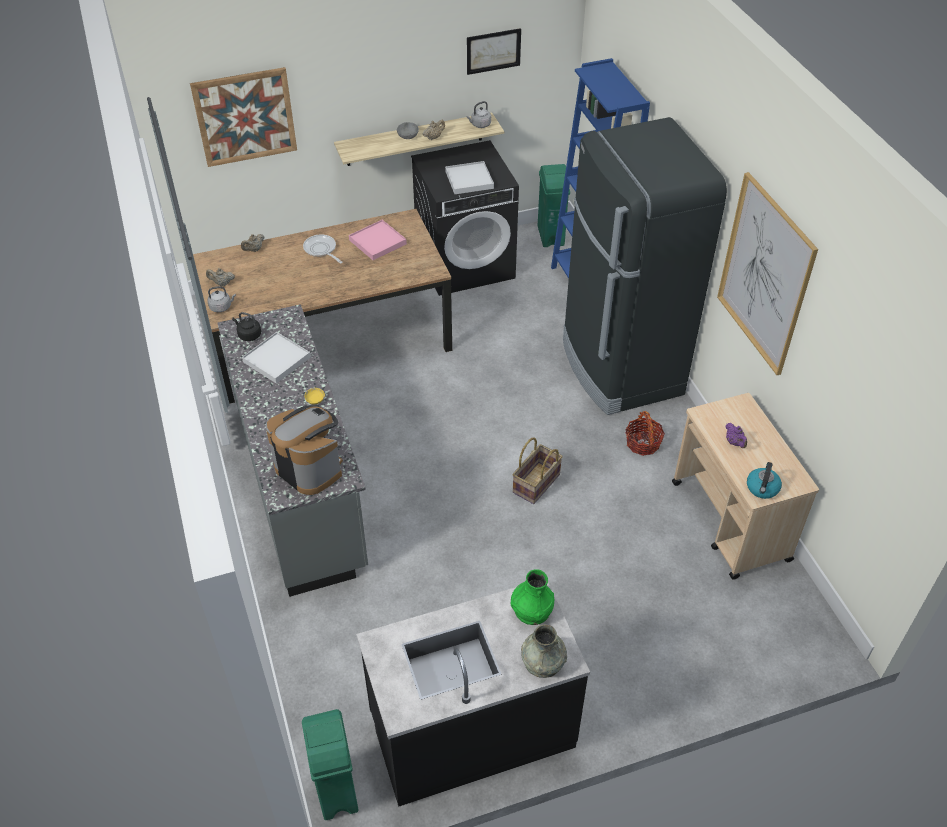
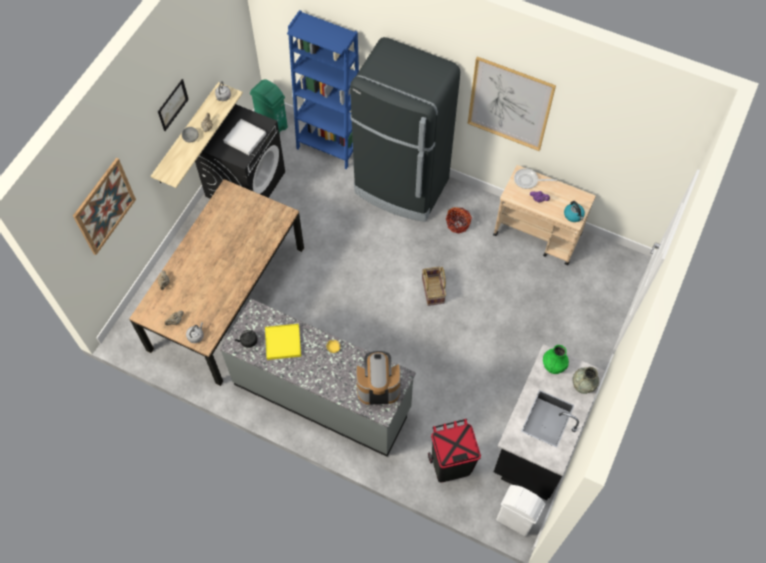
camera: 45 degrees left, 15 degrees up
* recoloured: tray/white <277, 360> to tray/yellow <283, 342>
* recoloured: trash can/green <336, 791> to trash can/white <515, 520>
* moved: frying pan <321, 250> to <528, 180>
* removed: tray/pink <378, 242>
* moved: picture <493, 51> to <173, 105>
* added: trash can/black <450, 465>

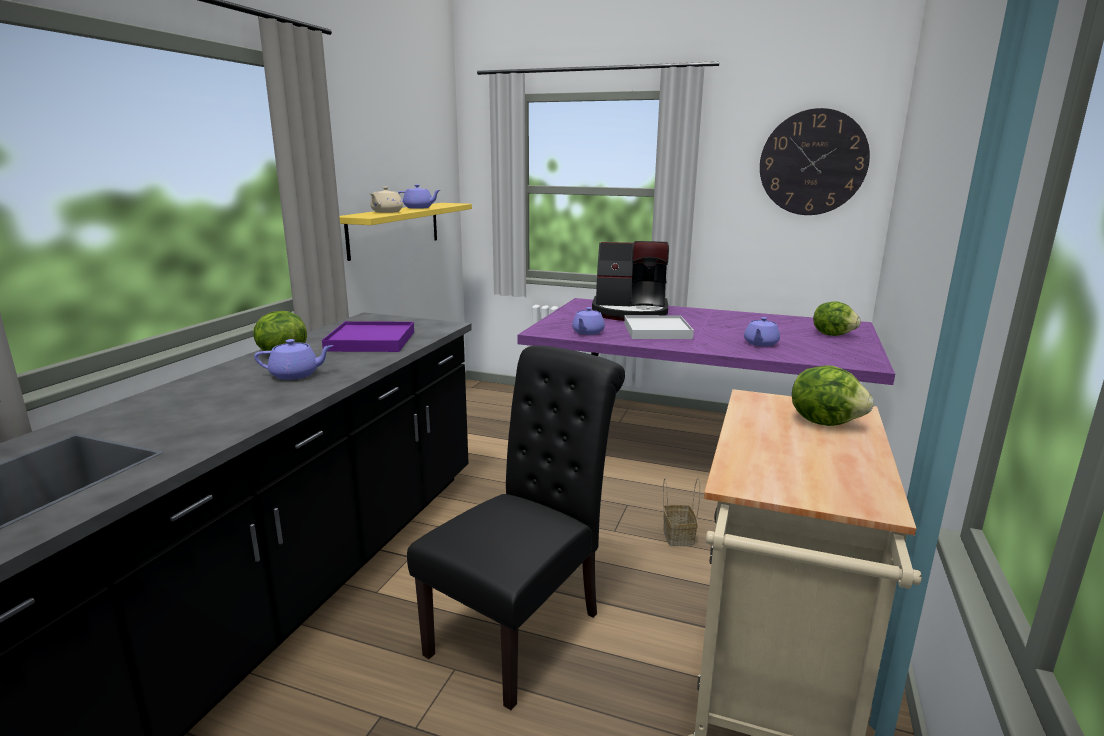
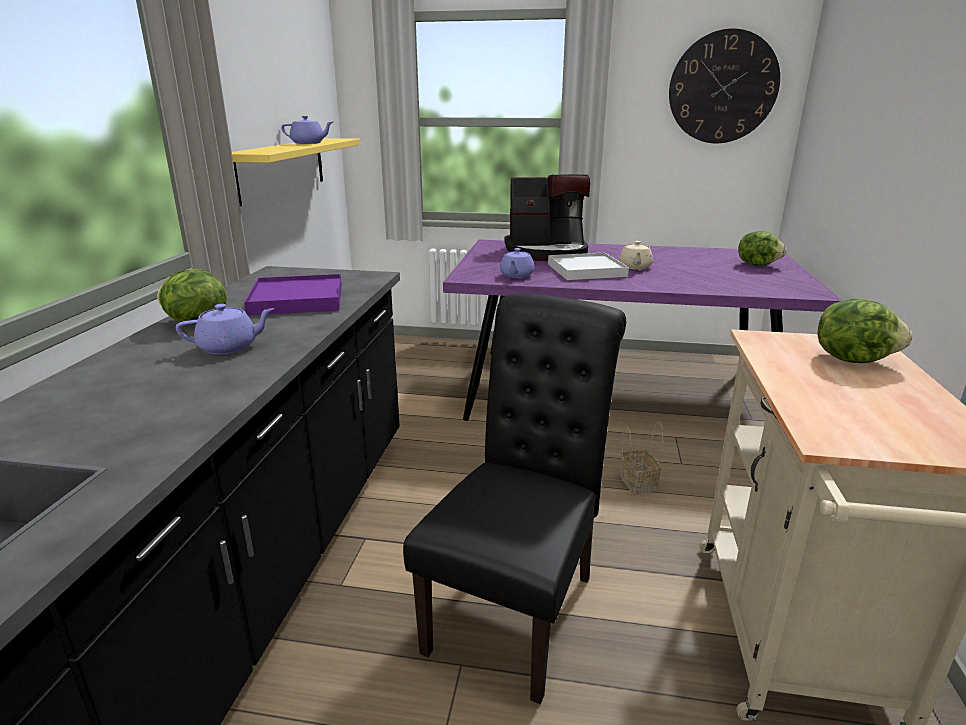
camera: 10 degrees left, 5 degrees up
* moved: teapot/beige <386, 212> to <635, 267>
* removed: teapot/purple <760, 343>

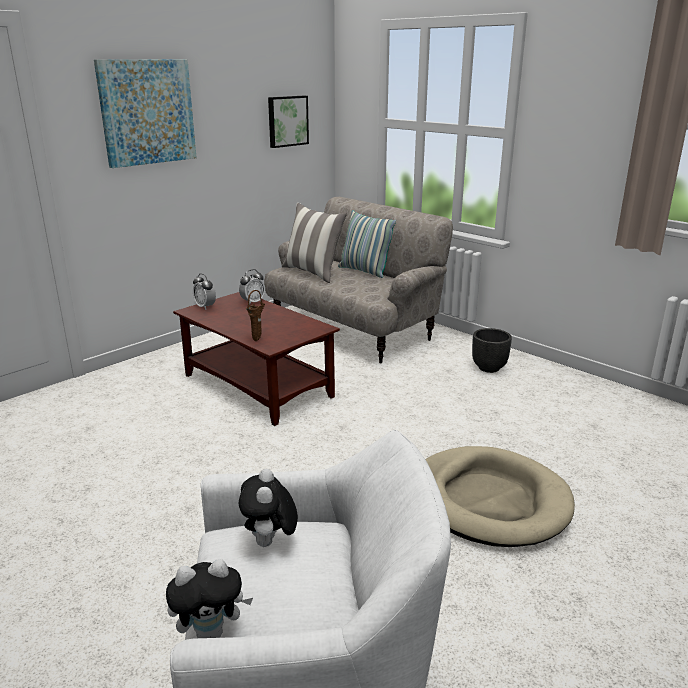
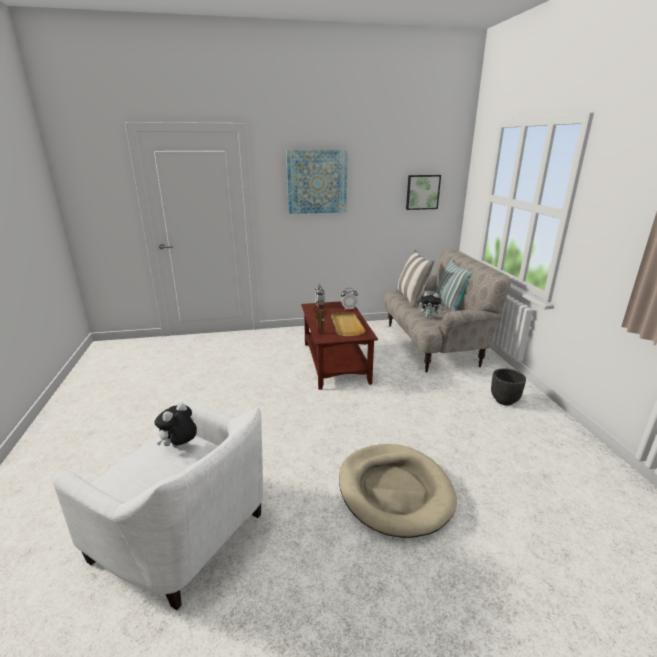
camera: 35 degrees right, 0 degrees up
* moved: plush toy <211, 631> to <429, 317>
* added: tray/beige <346, 325>

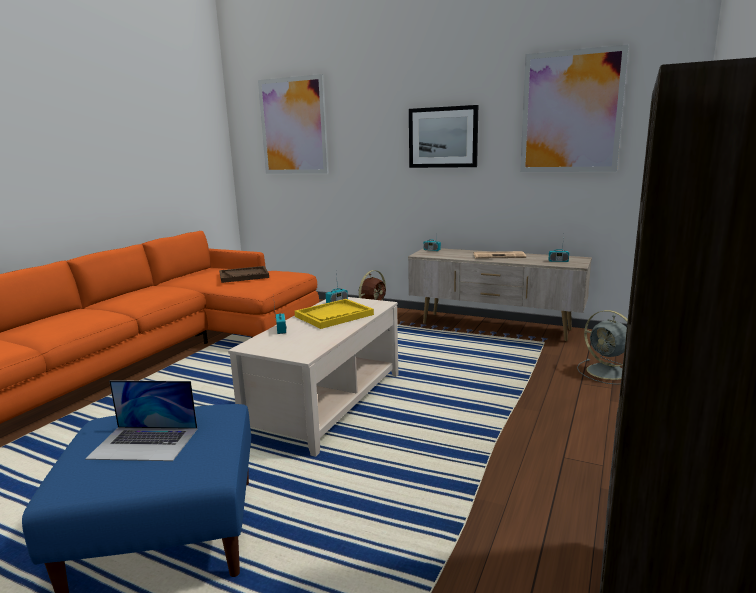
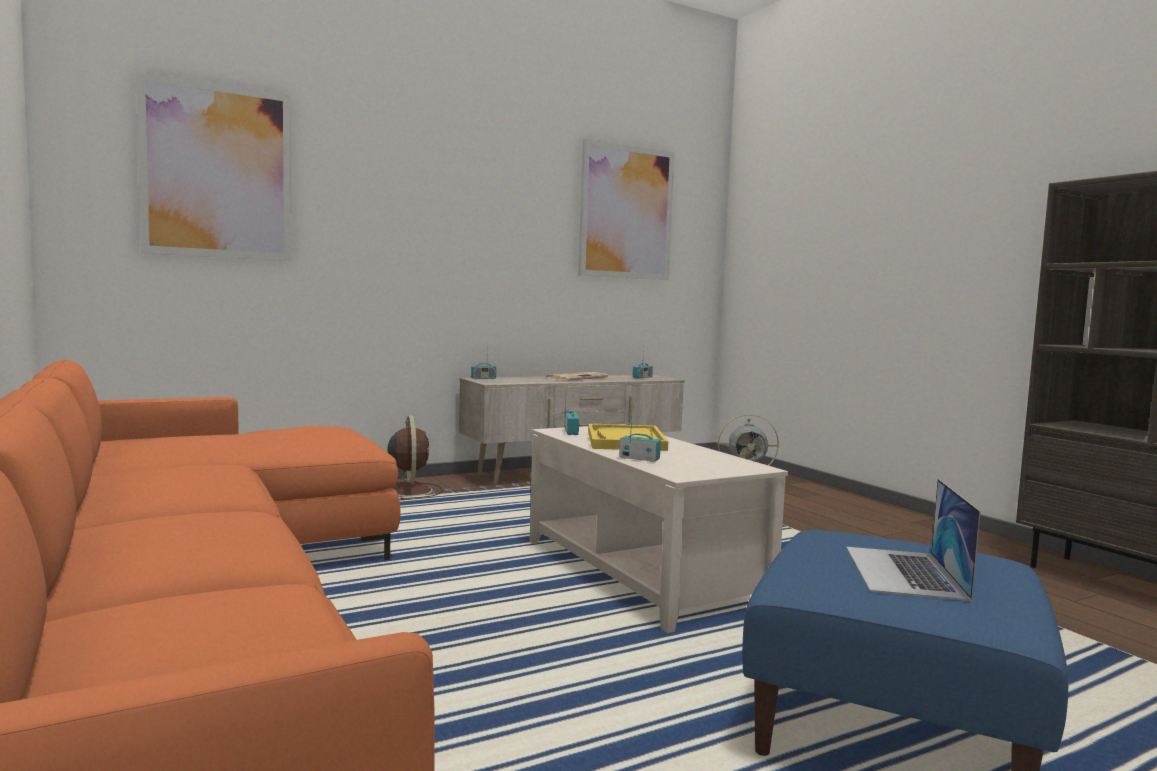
camera: 55 degrees left, 10 degrees down
* turned: laptop <144, 443> = <904, 572> 150 degrees clockwise
* removed: tray/brown <244, 276>
* removed: picture <443, 137>

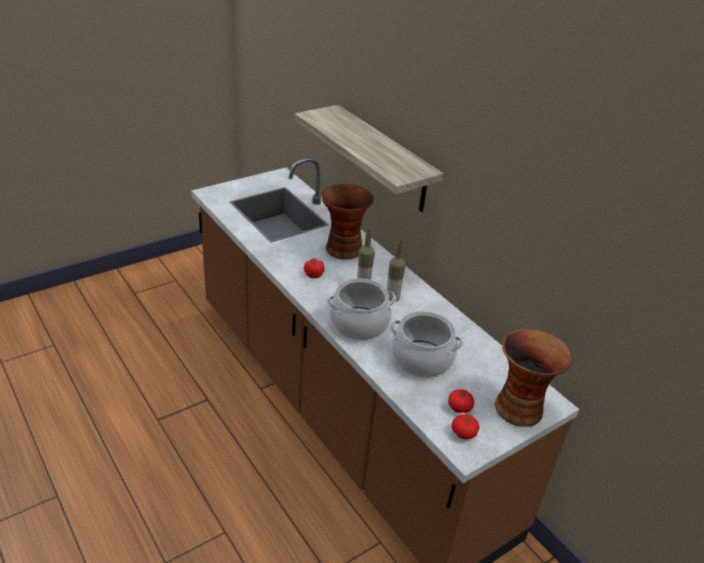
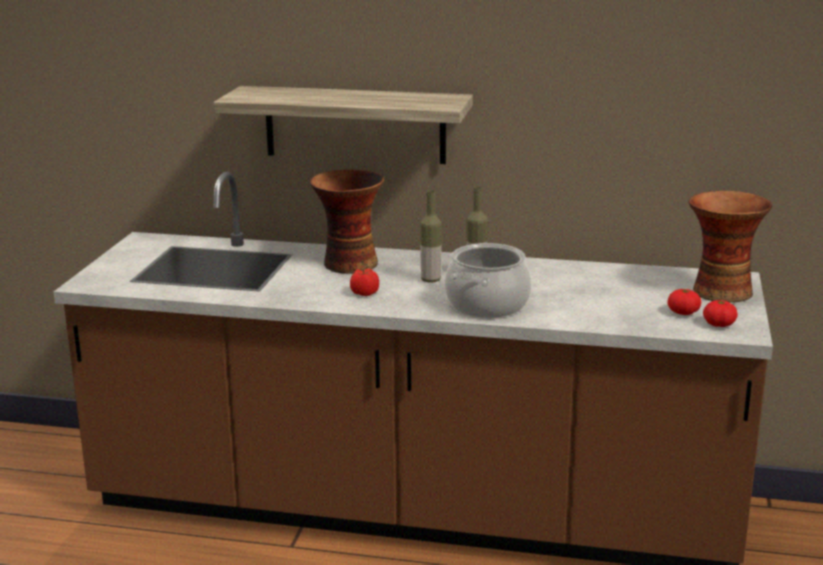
camera: 40 degrees left, 15 degrees down
* removed: cooking pot <421, 359>

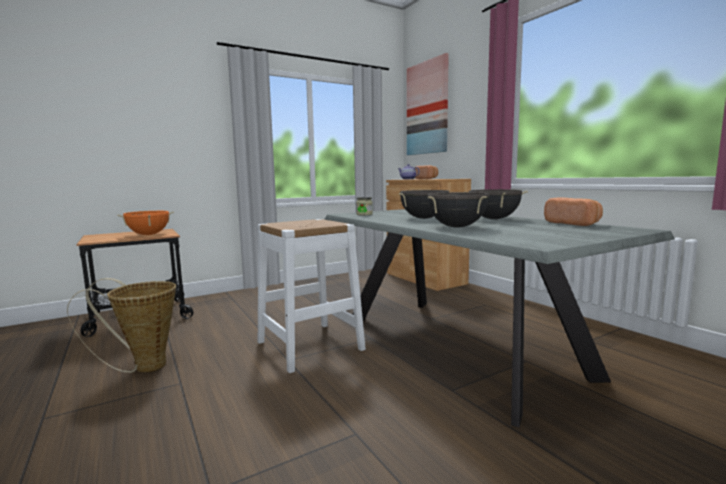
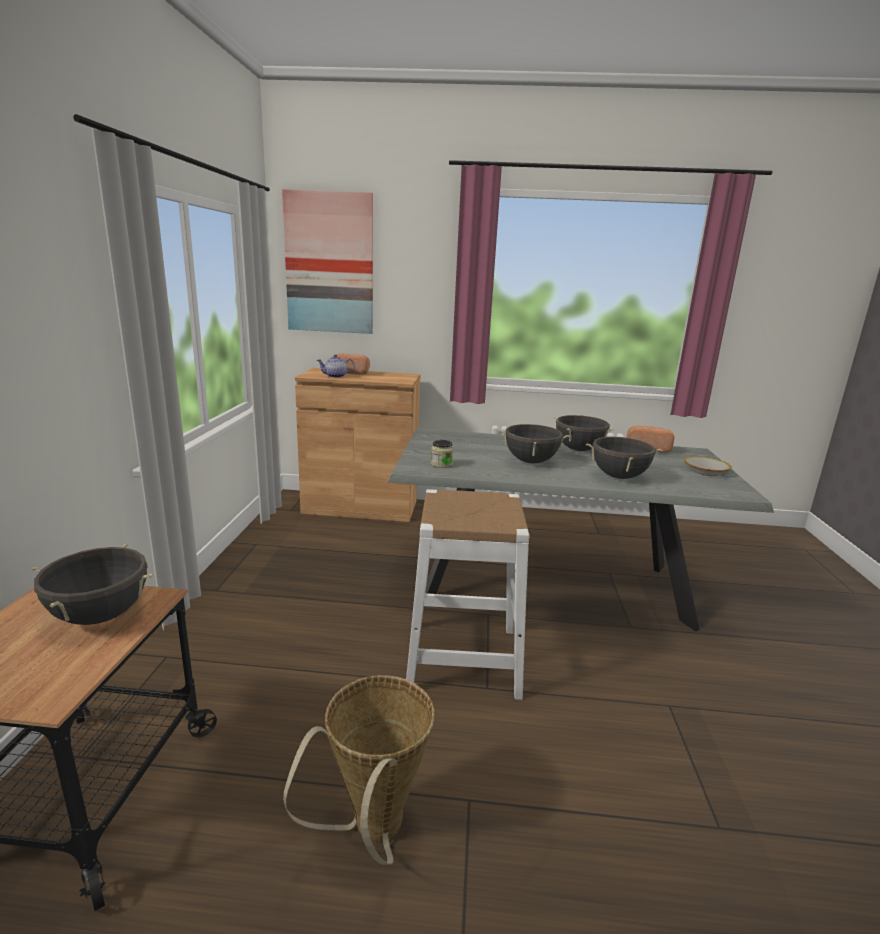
camera: 55 degrees left, 10 degrees up
* recoloured: cooking pot/orange <148, 234> to cooking pot/black <101, 616>
* added: bowl <705, 471>

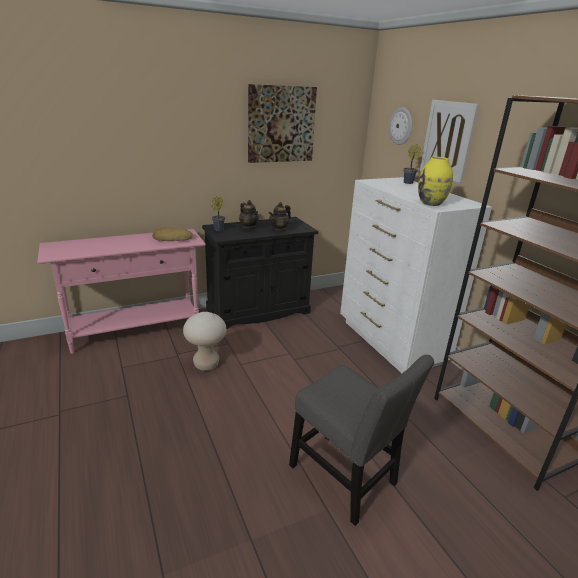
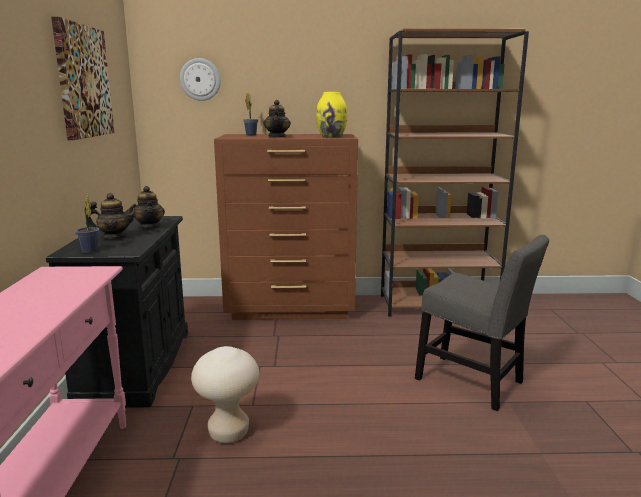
camera: 65 degrees left, 10 degrees down
* removed: bread <172, 238>
* turned: chair/grey <346, 479> = <473, 383> 60 degrees clockwise
* recoloured: dresser/white <390, 342> to dresser/brown <291, 309>
* removed: picture <447, 140>
* added: teapot <277, 137>

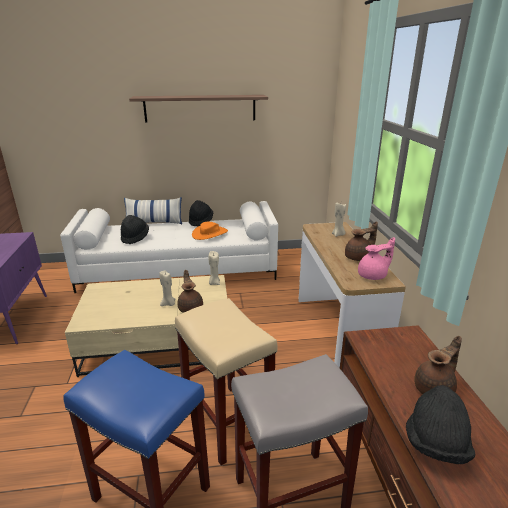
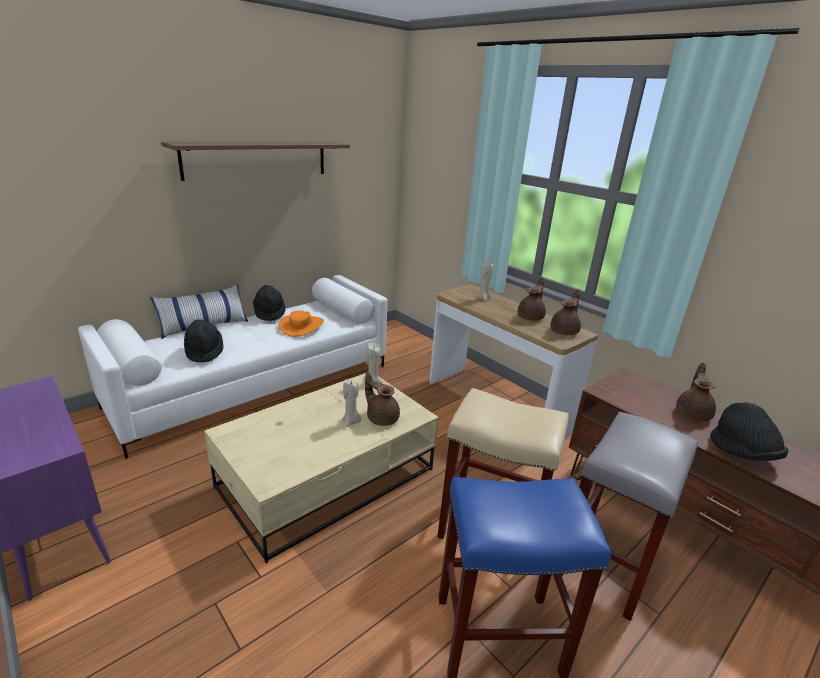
camera: 35 degrees left, 0 degrees up
* recoloured: teapot/pink <373, 276> to teapot/brown <565, 331>

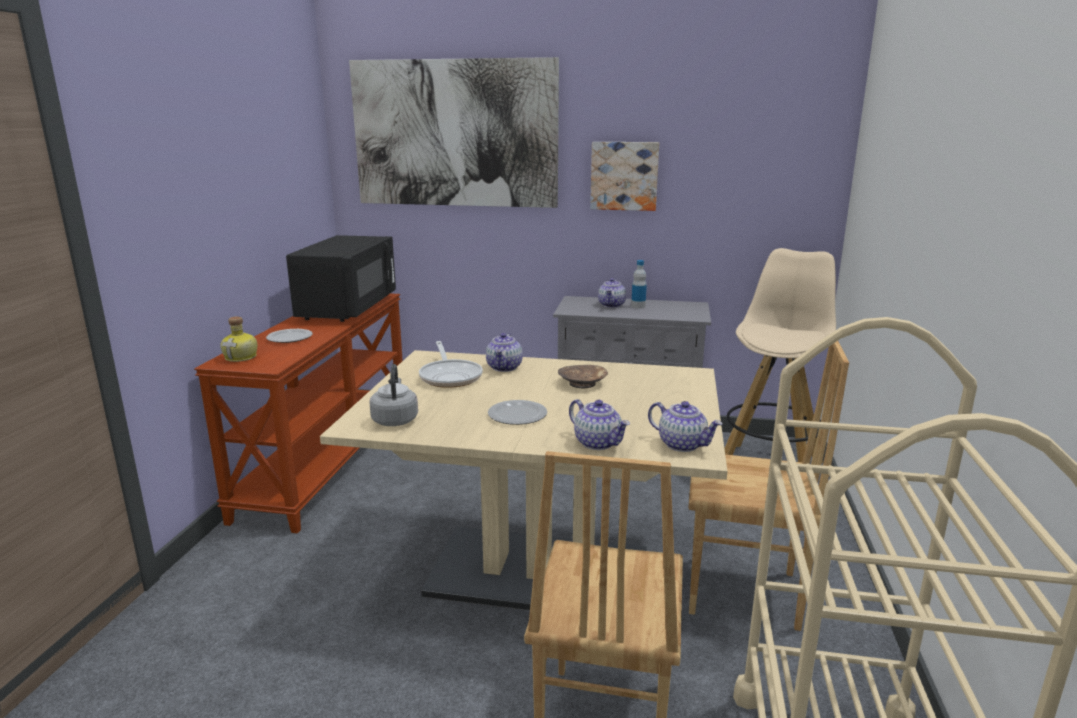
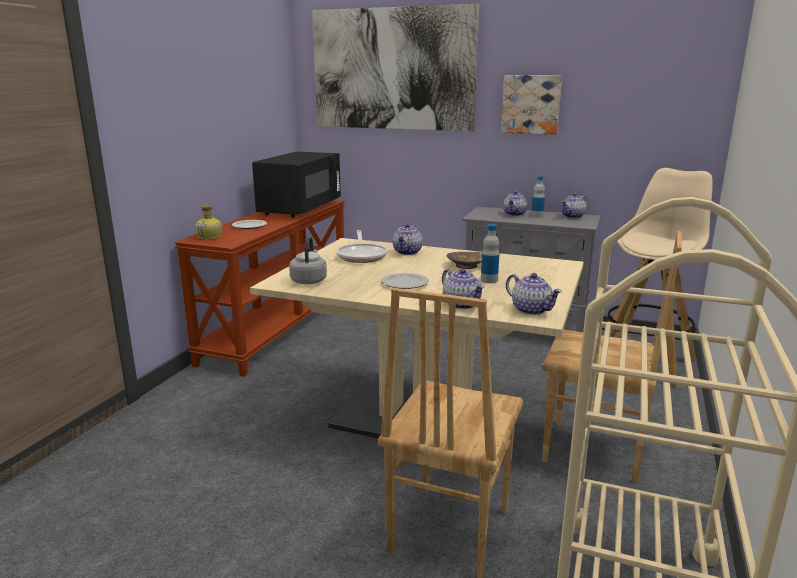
camera: 10 degrees right, 0 degrees up
* added: bottle <489, 280>
* added: teapot <573, 216>

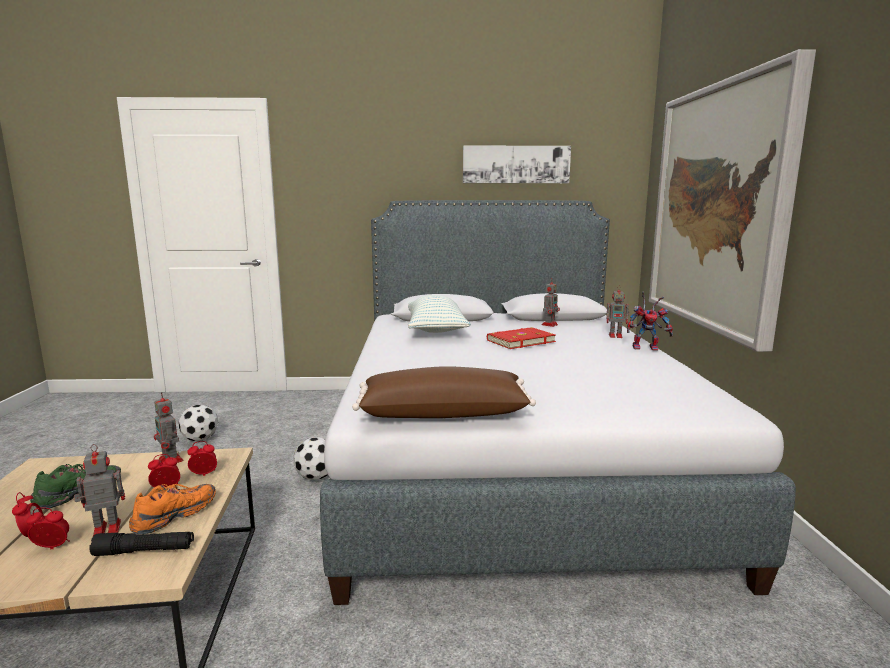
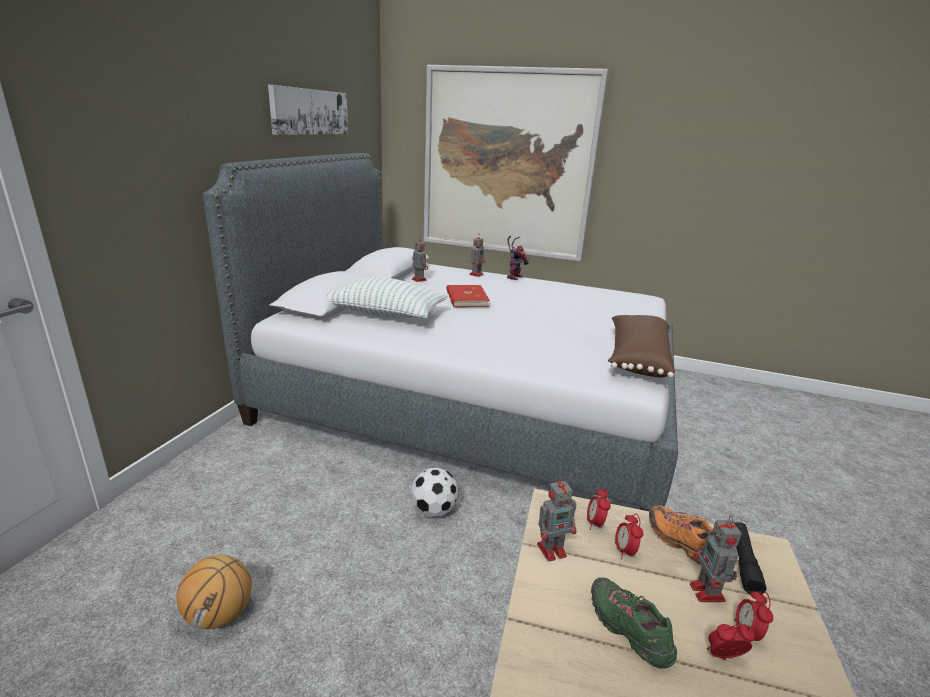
camera: 70 degrees left, 10 degrees up
* replaced: football <200, 439> to basketball <220, 614>

